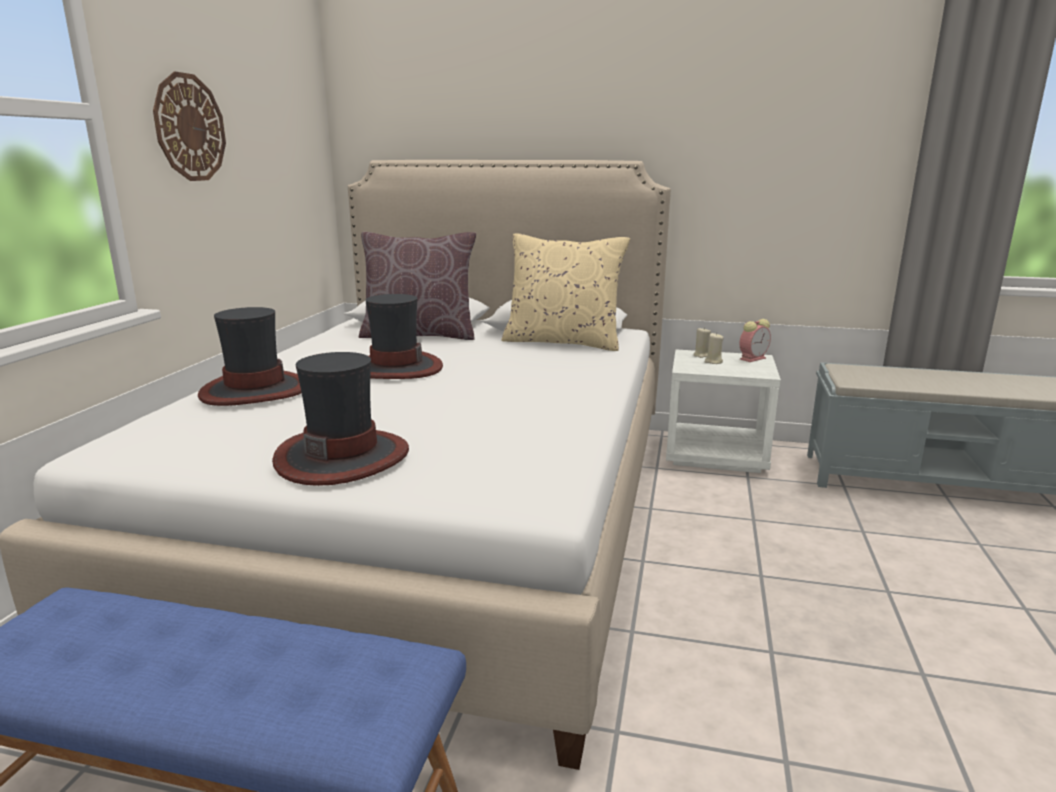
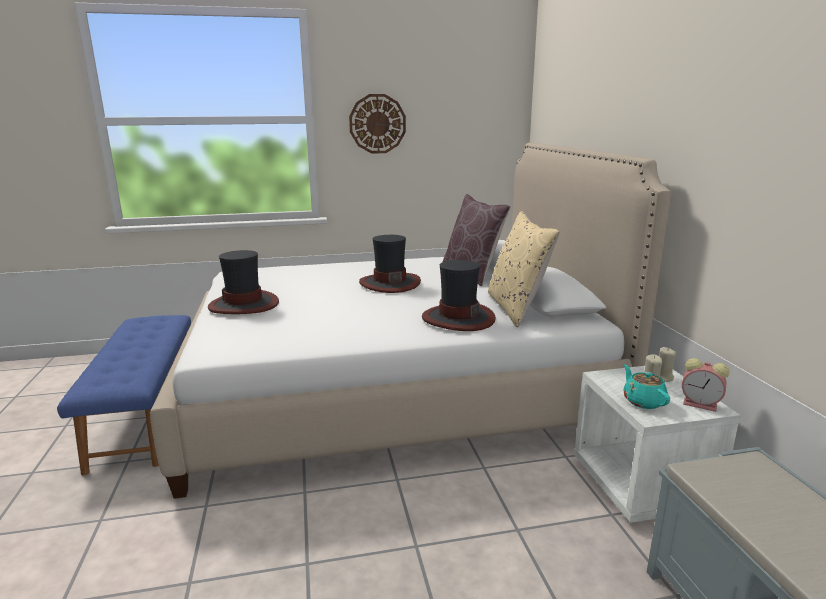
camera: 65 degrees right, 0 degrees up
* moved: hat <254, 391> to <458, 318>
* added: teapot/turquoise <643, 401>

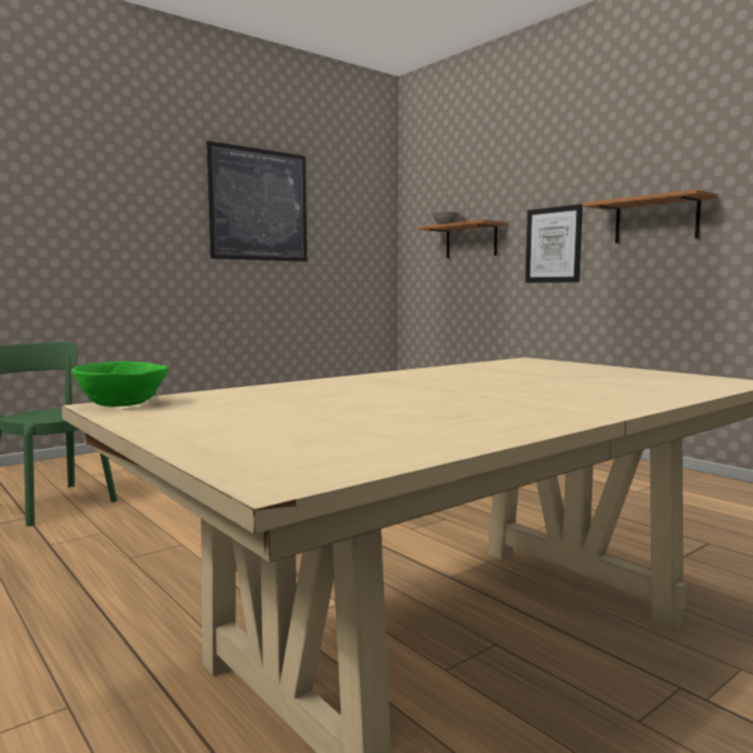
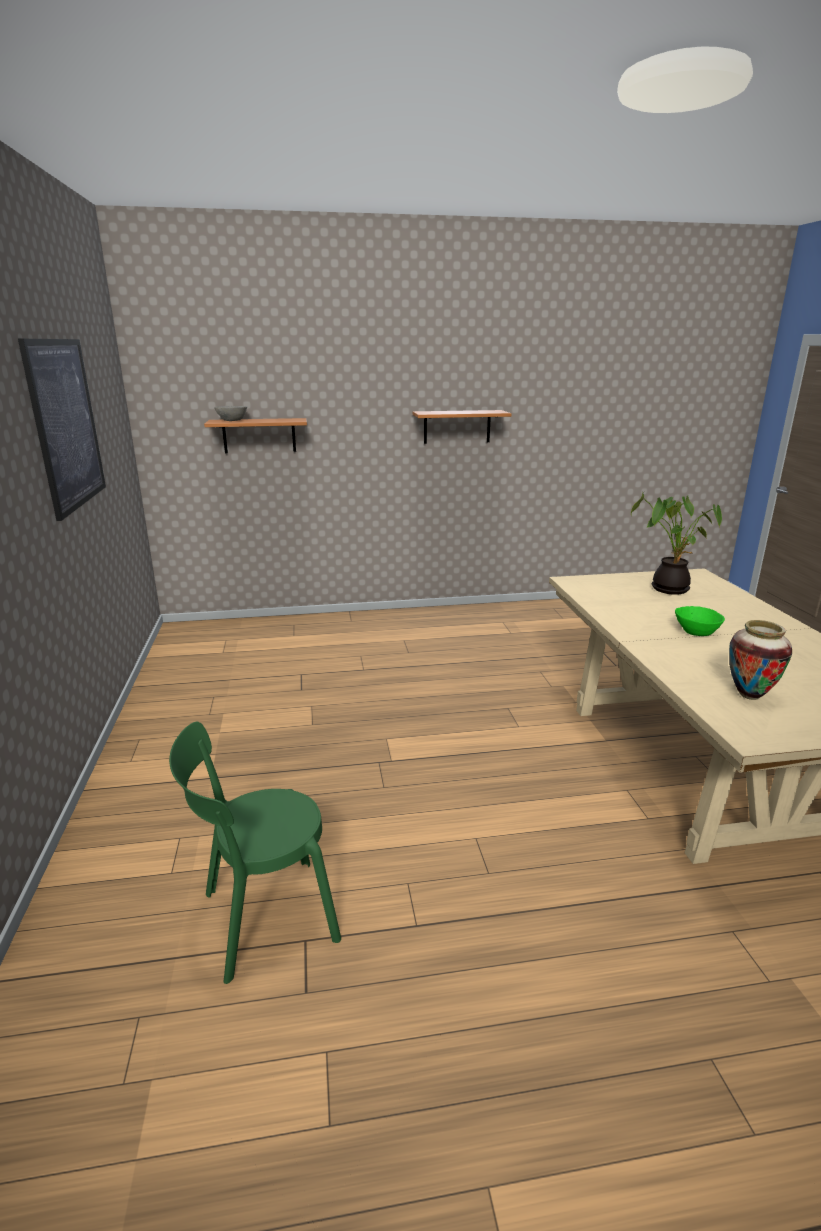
camera: 60 degrees left, 15 degrees up
* moved: bowl/green <122, 404> to <696, 632>
* removed: picture <553, 245>
* added: potted plant <668, 588>
* added: vase <749, 695>

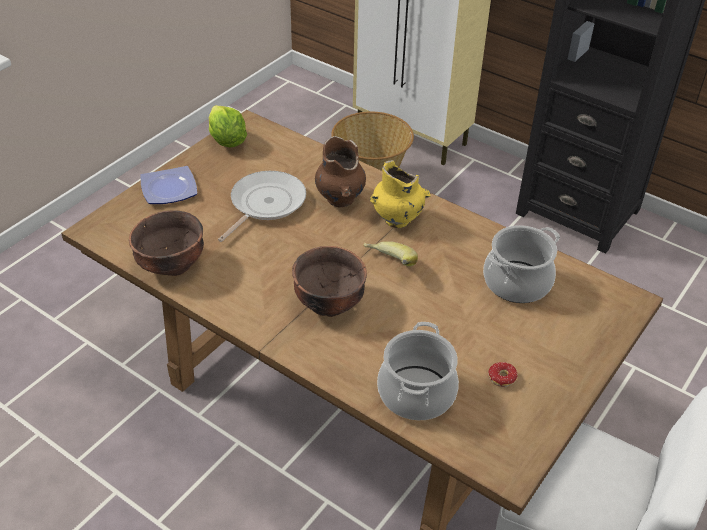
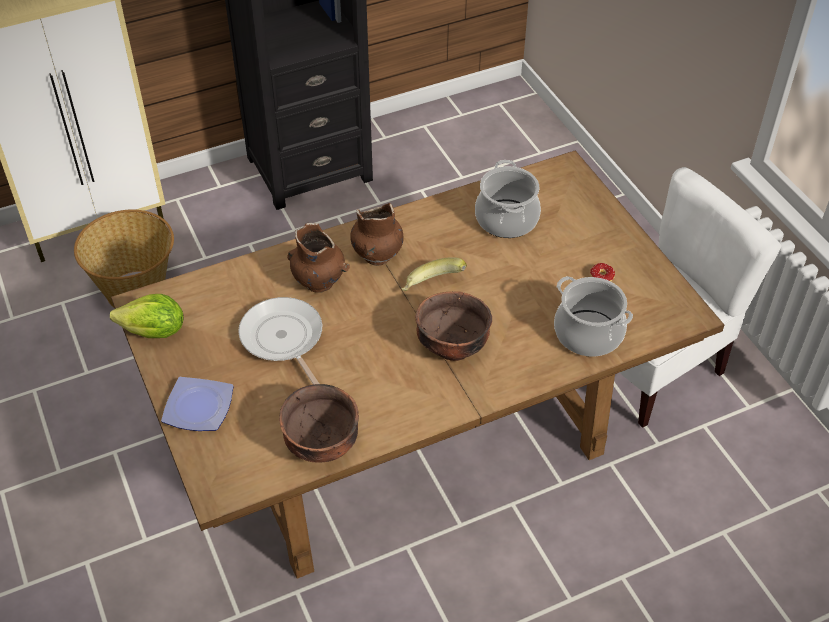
camera: 60 degrees left, 5 degrees up
* recoloured: vase/yellow <398, 219> to vase/brown <377, 255>

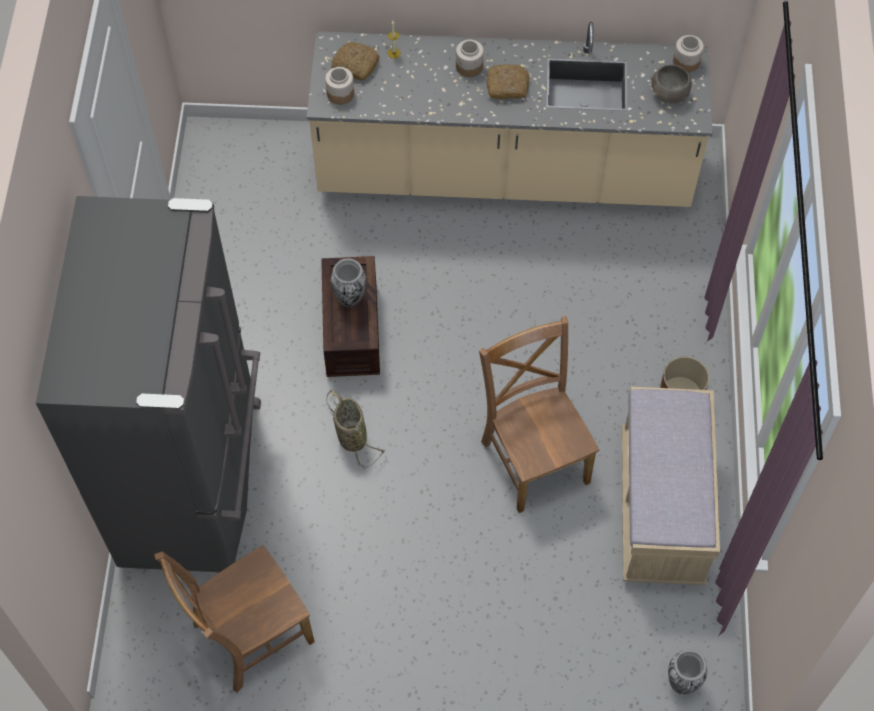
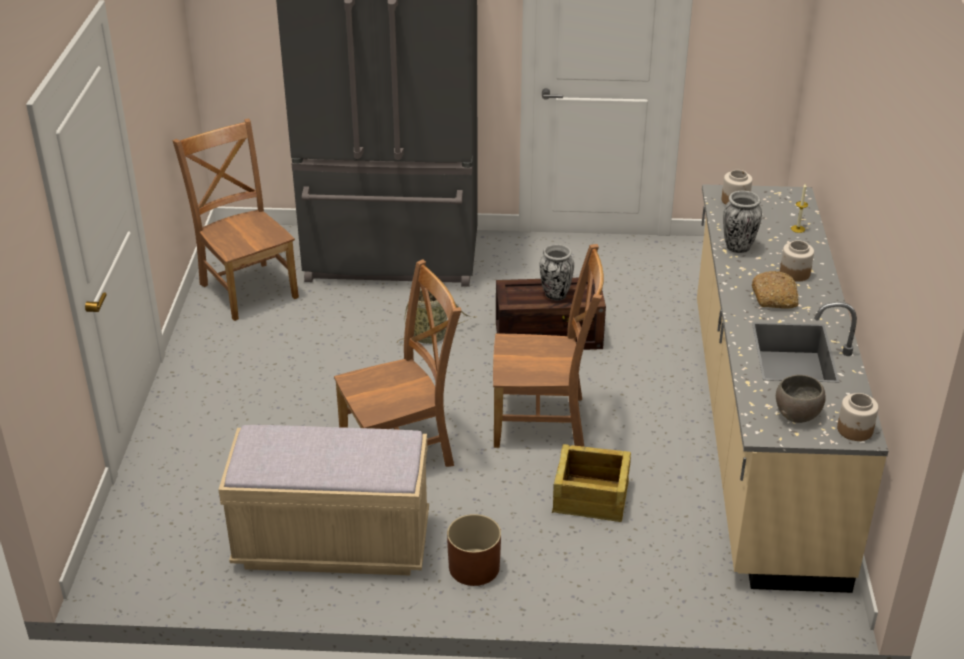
camera: 90 degrees right, 25 degrees down
* removed: bread <355, 65>
* moved: vase <681, 682> to <738, 247>
* added: chair/brown <543, 422>
* added: crate <591, 498>

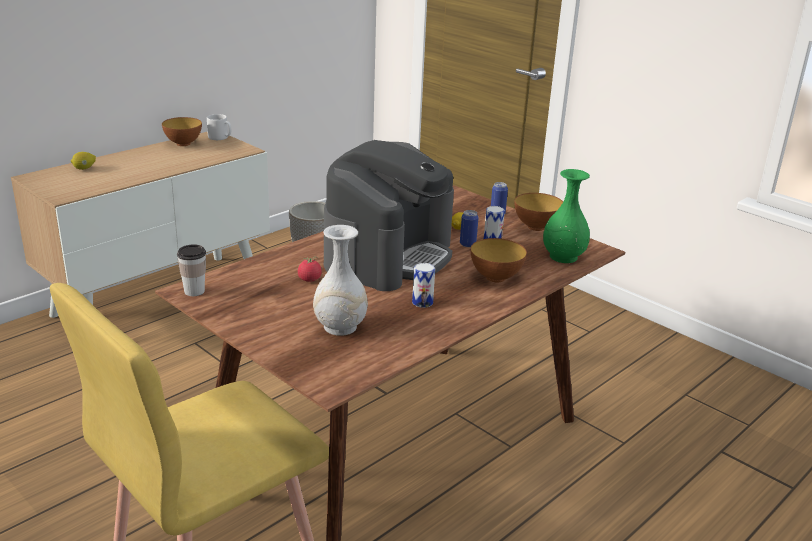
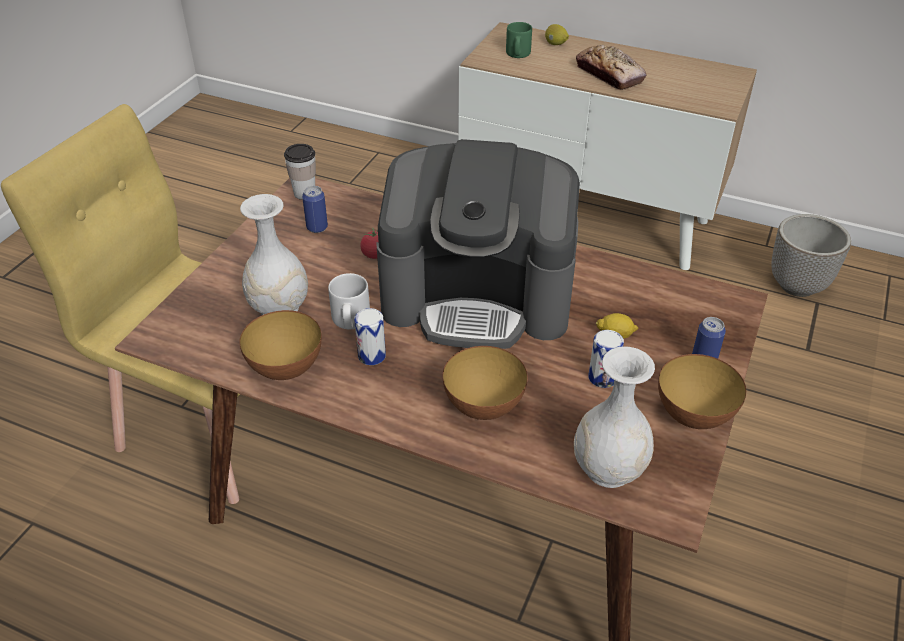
camera: 70 degrees right, 15 degrees up
* moved: bowl <183, 144> to <286, 369>
* moved: mug/grey <220, 138> to <350, 321>
* moved: can <467, 244> to <317, 227>
* recoloured: vase/green <563, 256> to vase/white <609, 468>
* added: mug/green <517, 54>
* added: bread <609, 75>

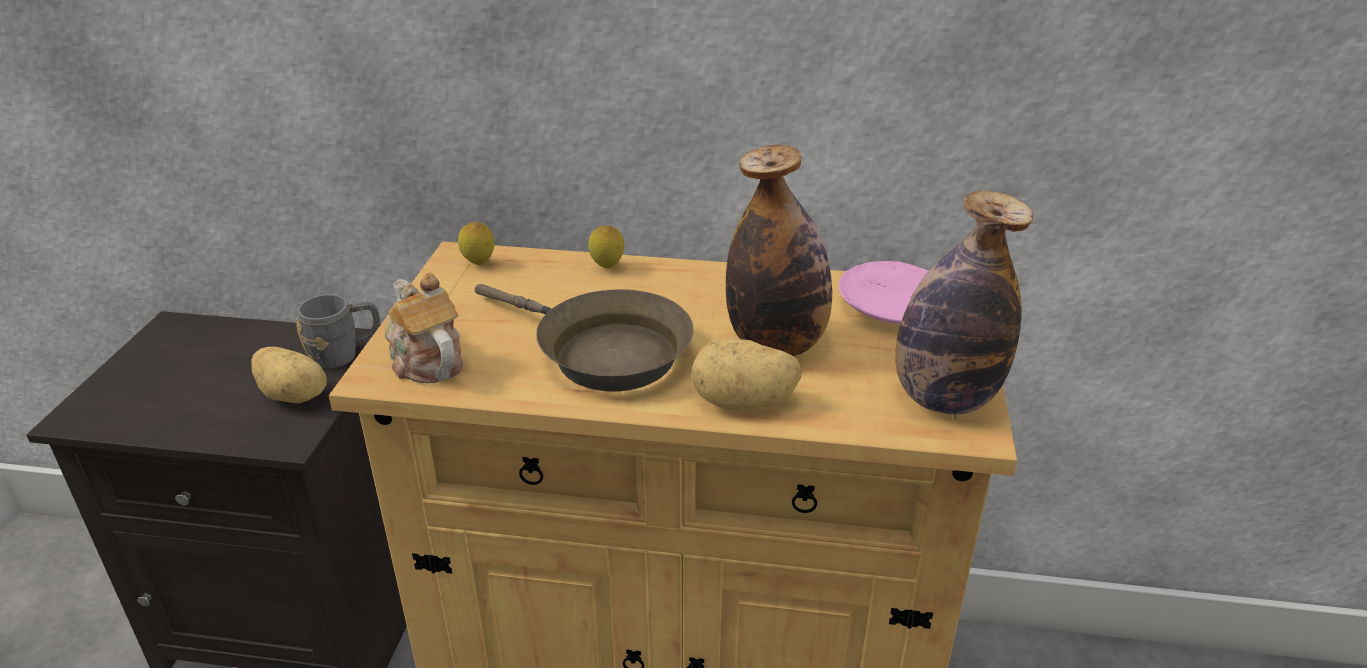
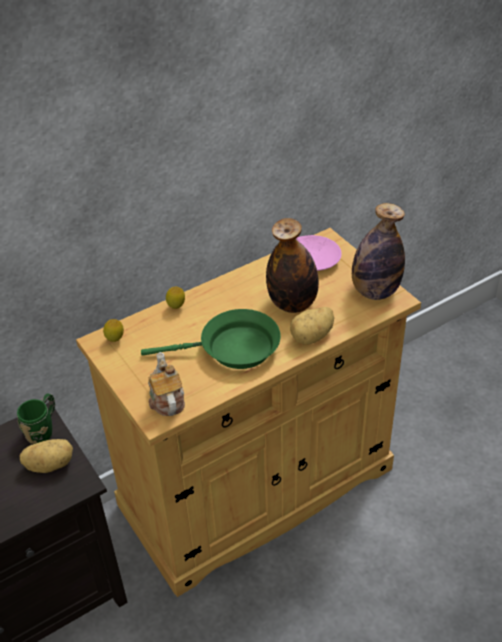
camera: 40 degrees left, 10 degrees up
* recoloured: mug/grey <345, 354> to mug/green <43, 429>
* turned: teapot <425, 360> = <166, 399> 60 degrees clockwise
* recoloured: frying pan/brown <603, 352> to frying pan/green <233, 349>

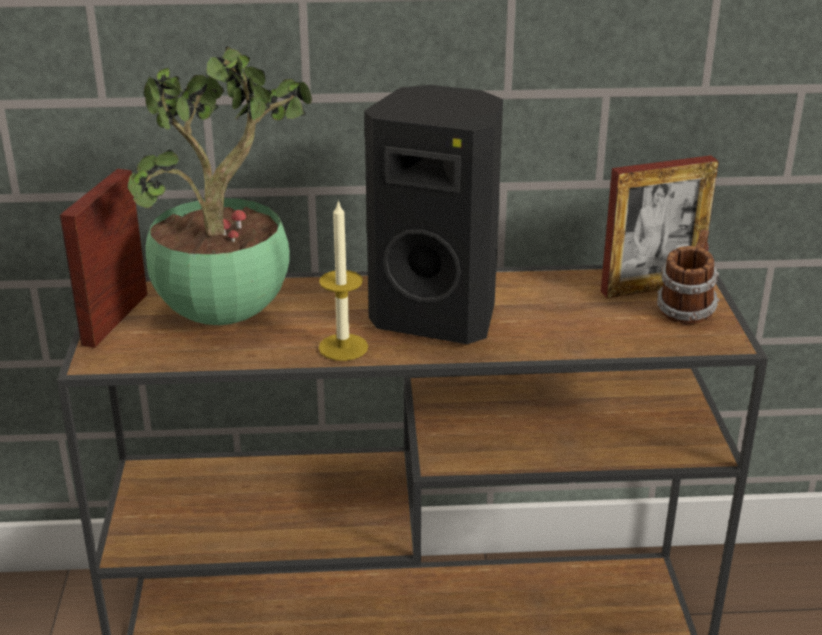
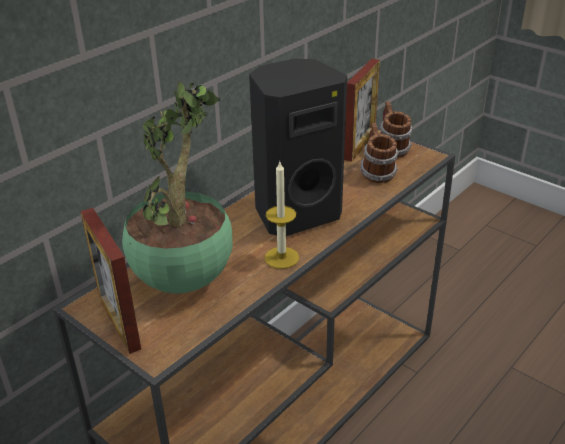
camera: 45 degrees left, 5 degrees up
* added: mug <376, 174>

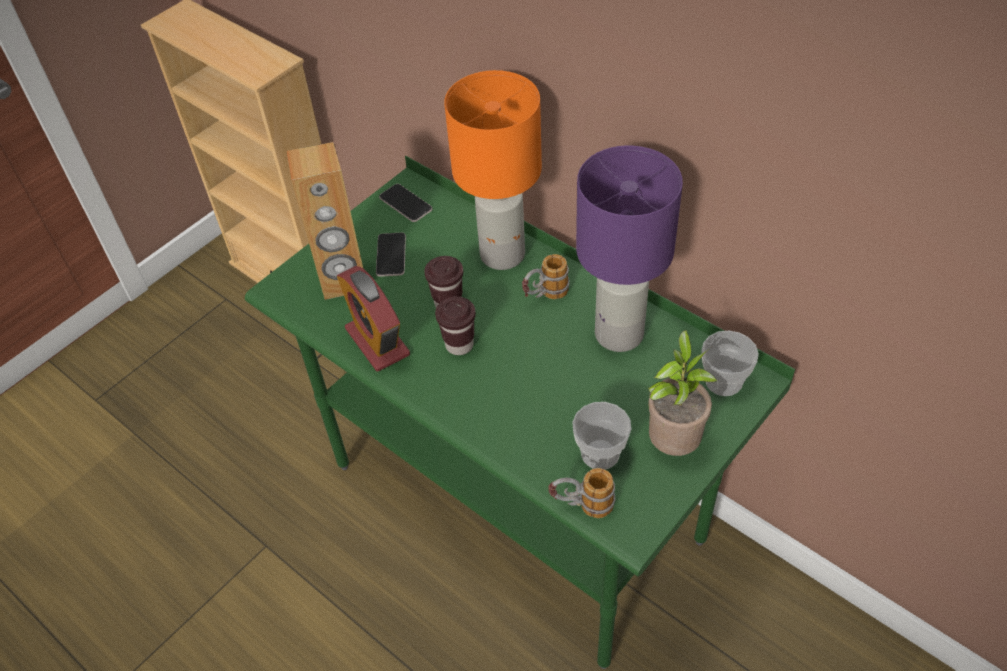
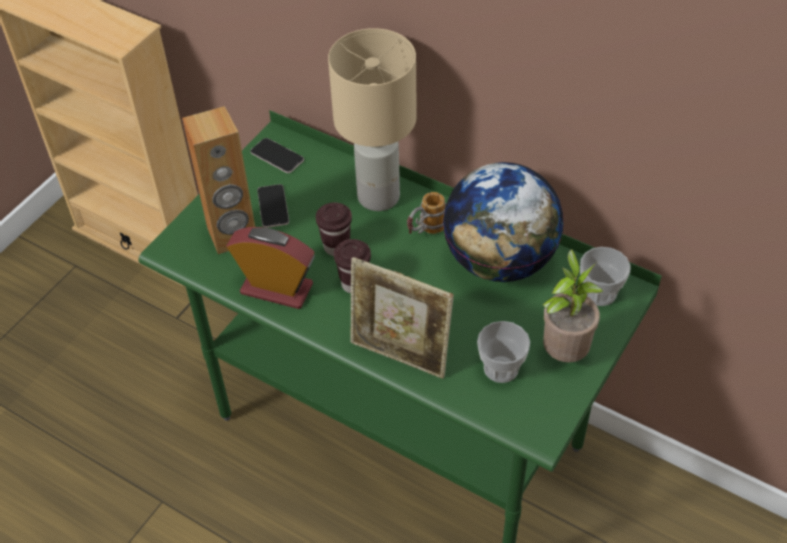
camera: 10 degrees left, 0 degrees up
* turned: alarm clock <377, 342> = <276, 289> 150 degrees clockwise
* recoloured: table lamp/orange <503, 254> to table lamp/beige <379, 196>
* removed: mug <581, 506>
* replaced: table lamp/purple <619, 335> to globe <499, 261>
* added: picture frame <400, 356>

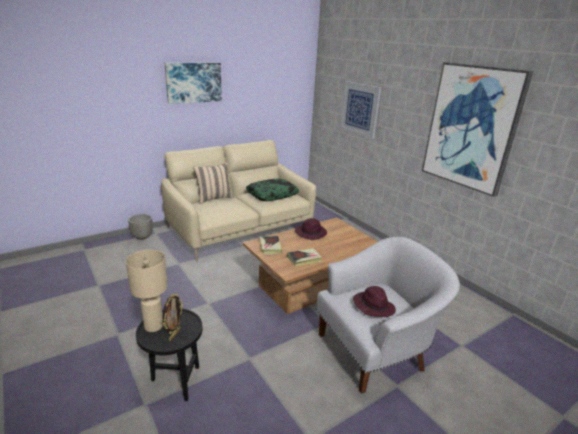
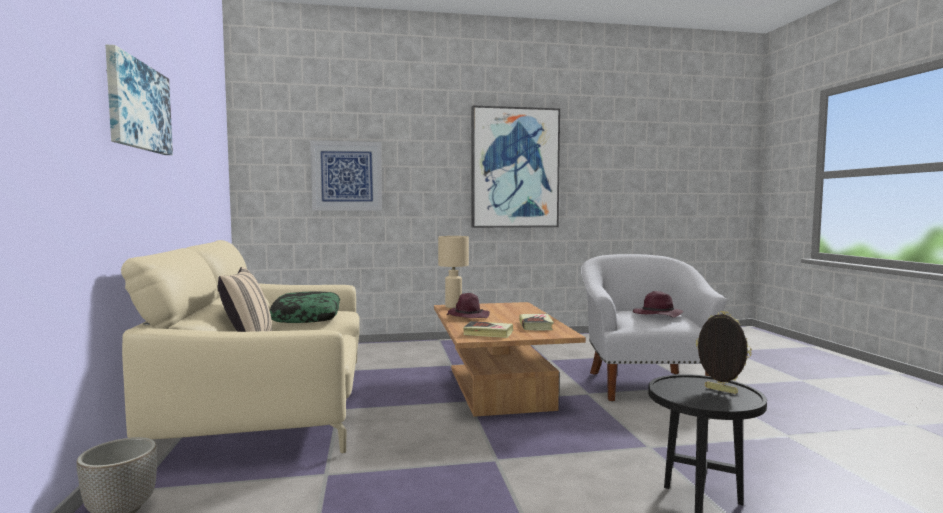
camera: 65 degrees left, 20 degrees down
* moved: table lamp/beige <153, 326> to <453, 306>

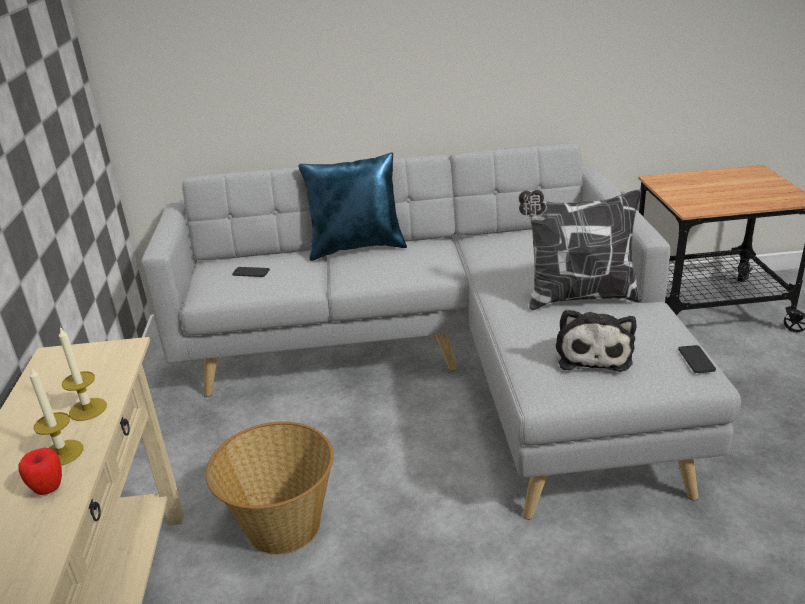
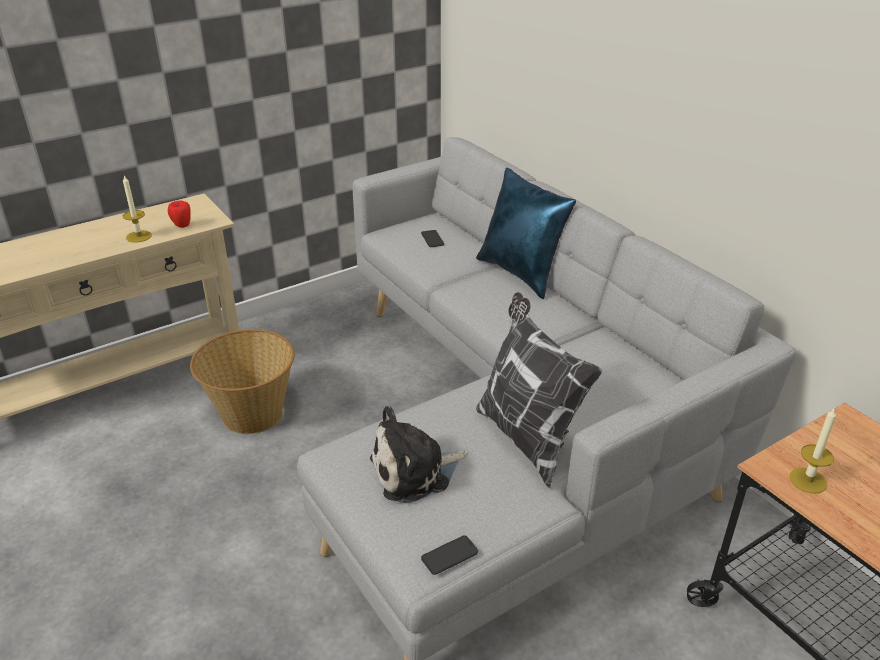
camera: 60 degrees right, 5 degrees up
* moved: apple <49, 489> to <182, 226>
* moved: candle <62, 453> to <808, 480>

